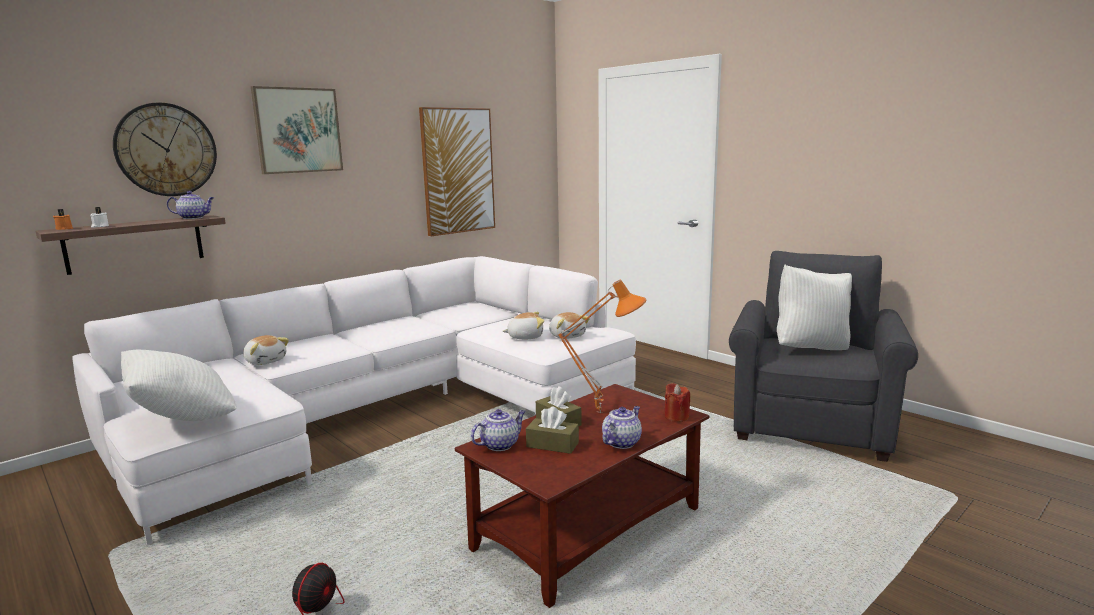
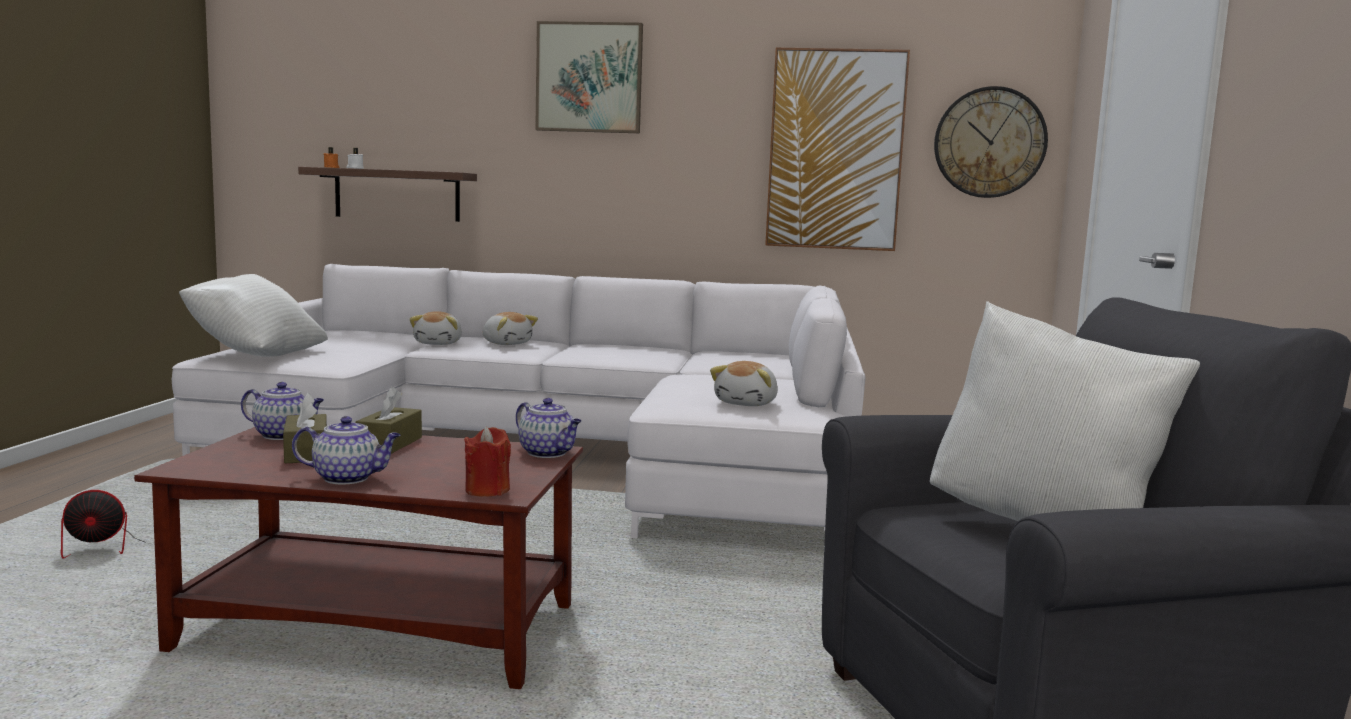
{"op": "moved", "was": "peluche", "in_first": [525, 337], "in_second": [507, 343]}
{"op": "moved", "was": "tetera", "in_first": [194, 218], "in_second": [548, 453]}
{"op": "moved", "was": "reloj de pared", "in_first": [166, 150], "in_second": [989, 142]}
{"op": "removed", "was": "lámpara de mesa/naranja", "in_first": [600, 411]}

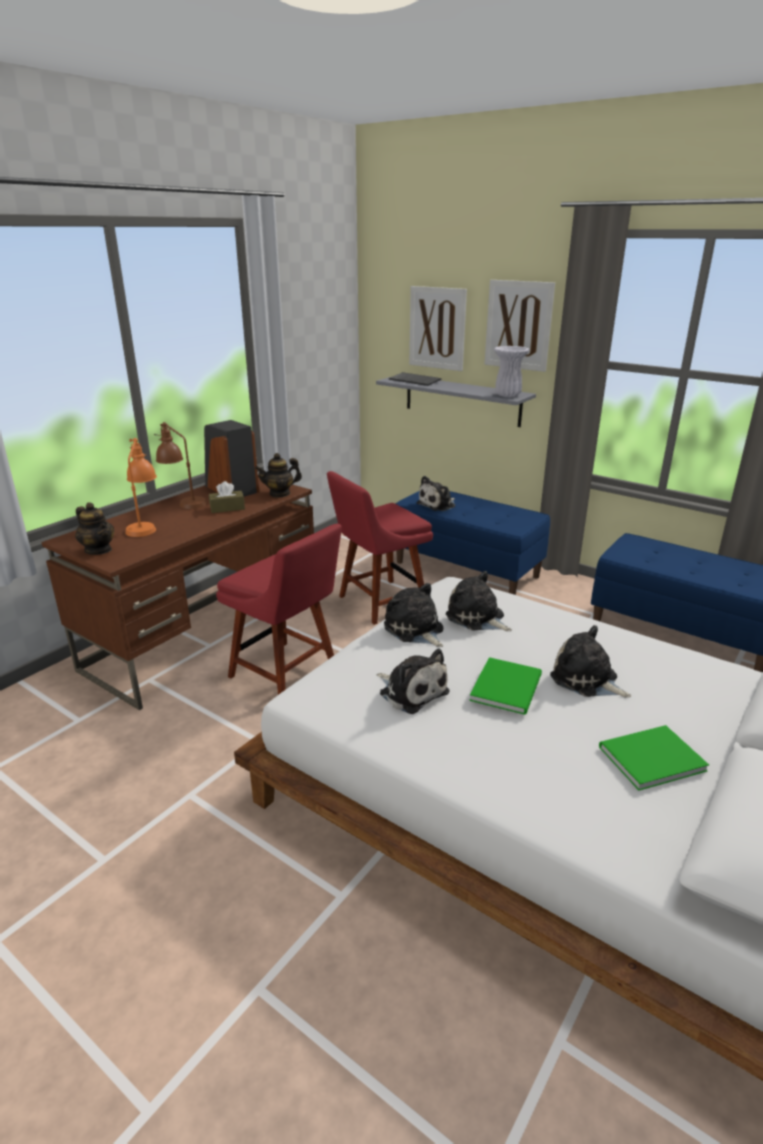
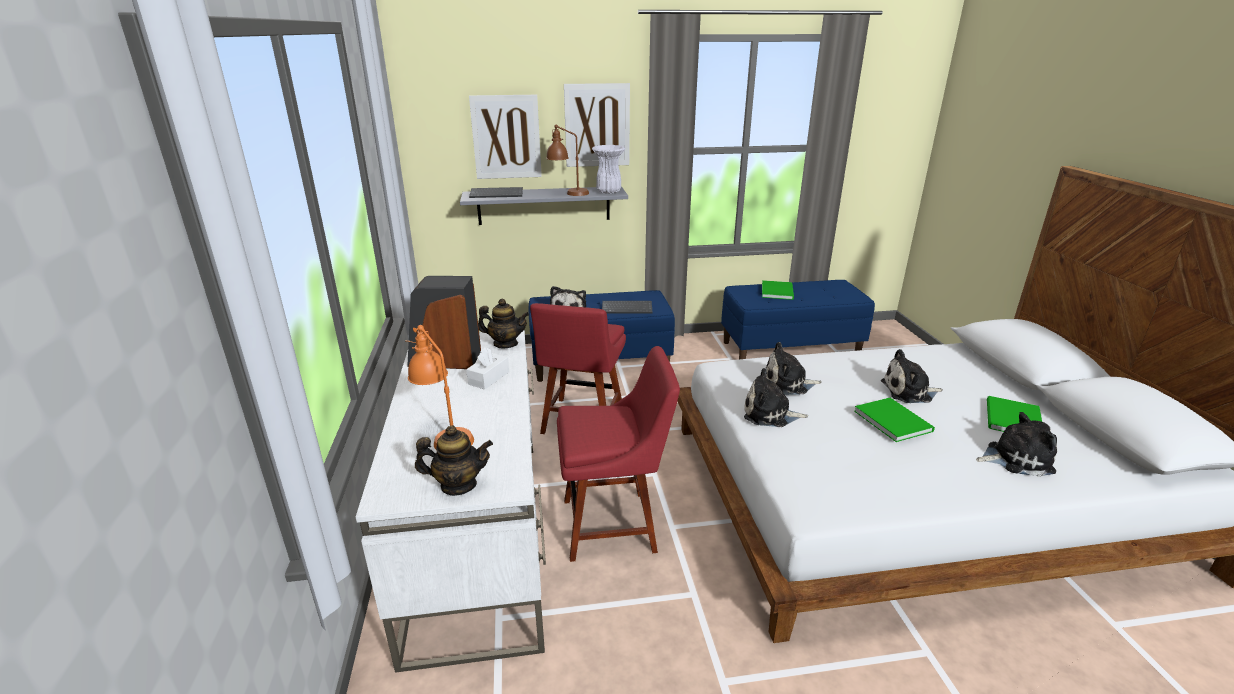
{"op": "recoloured", "was": "escritorio/marrón", "now": "escritorio/blanco", "in_first": [206, 635], "in_second": [478, 538]}
{"op": "recoloured", "was": "caja de pañuelos/marrón", "now": "caja de pañuelos/blanco", "in_first": [227, 508], "in_second": [489, 378]}
{"op": "turned", "was": "tetera", "in_first": [280, 493], "in_second": [505, 344], "clockwise": -105}
{"op": "moved", "was": "lámpara de mesa/marrón", "in_first": [183, 502], "in_second": [568, 194]}
{"op": "added", "now": "teclado", "in_second": [627, 308]}
{"op": "added", "now": "libro/verde", "in_second": [778, 291]}
{"op": "moved", "was": "peluche", "in_first": [411, 691], "in_second": [1015, 458]}

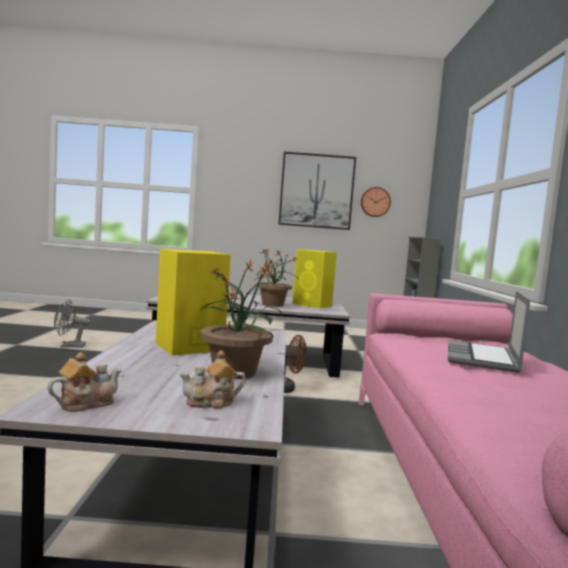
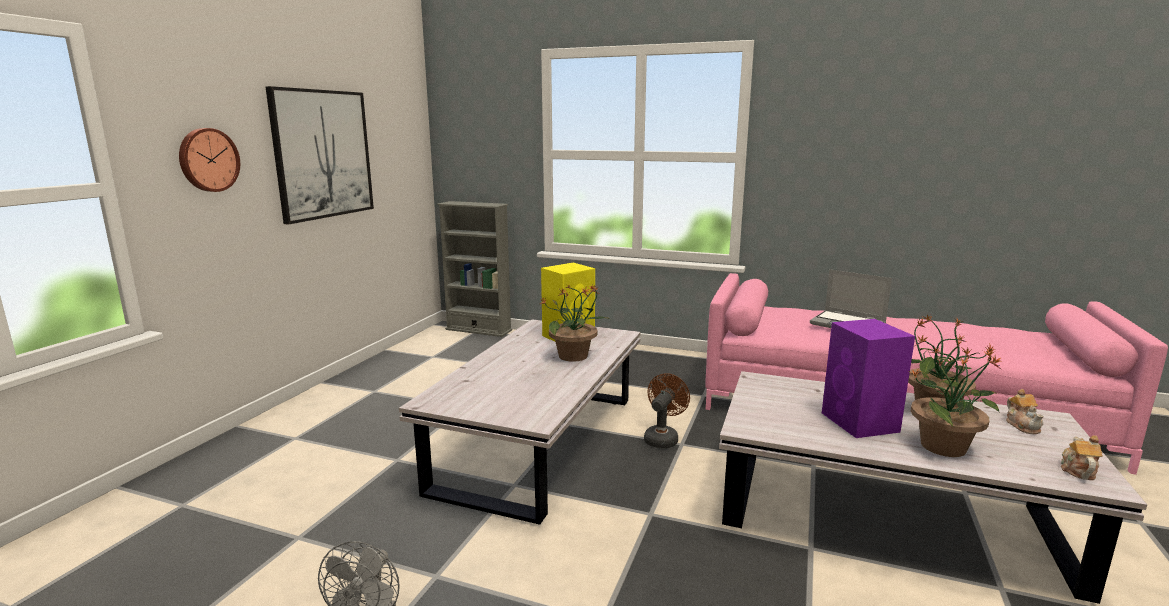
{"op": "moved", "was": "reloj de pared", "in_first": [375, 202], "in_second": [208, 160]}
{"op": "recoloured", "was": "altavoz/amarillo", "now": "altavoz/morado", "in_first": [187, 347], "in_second": [860, 423]}
{"op": "added", "now": "planta en maceta", "in_second": [944, 447]}
{"op": "turned", "was": "tetera", "in_first": [85, 404], "in_second": [1077, 470], "clockwise": 45}

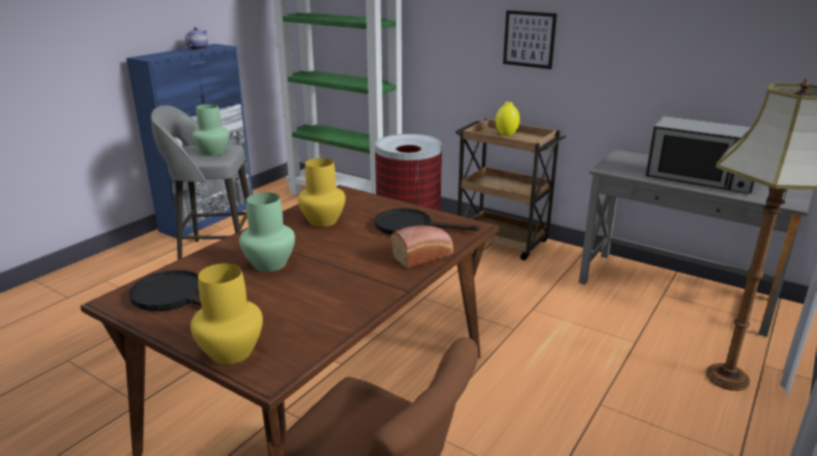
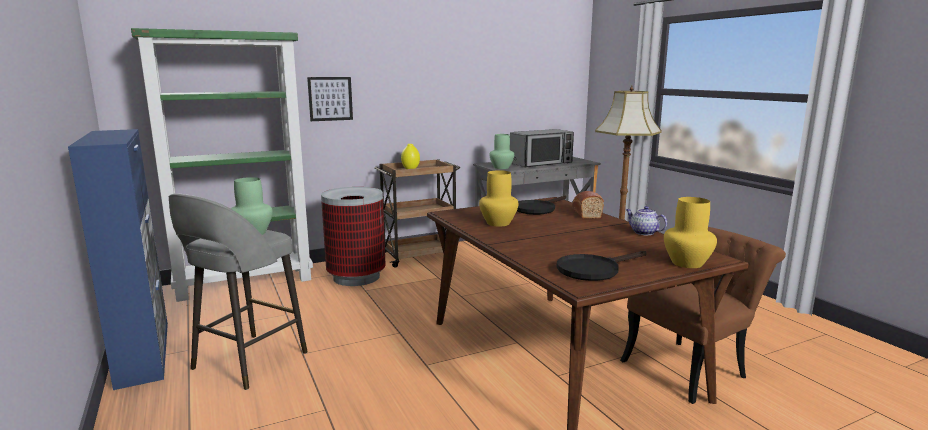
{"op": "moved", "was": "cuadro", "in_first": [529, 39], "in_second": [330, 98]}
{"op": "moved", "was": "florero/verde", "in_first": [270, 264], "in_second": [502, 167]}
{"op": "moved", "was": "tetera", "in_first": [198, 48], "in_second": [643, 232]}

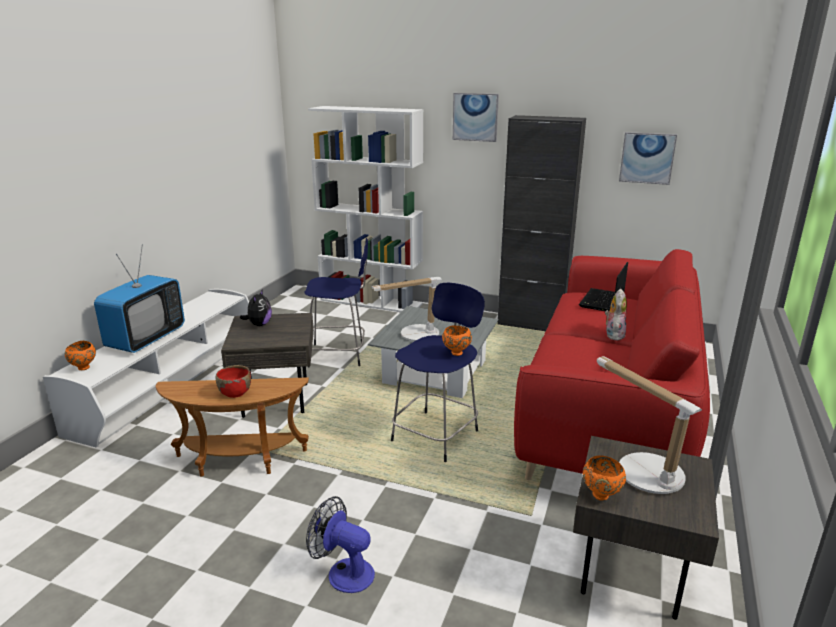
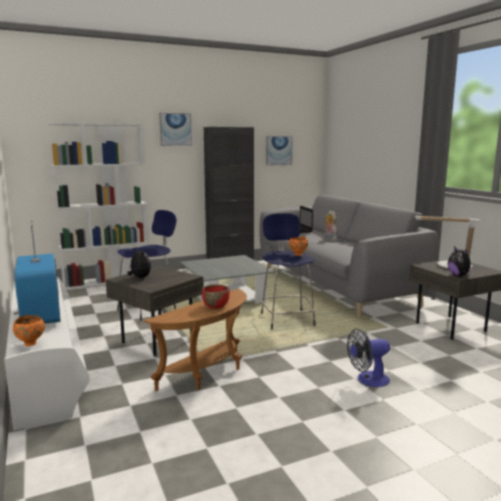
{"op": "recoloured", "was": "sofá/rojo", "now": "sofá/gris", "in_first": [609, 410], "in_second": [335, 285]}
{"op": "replaced", "was": "cuenco/naranja", "now": "peluche", "in_first": [601, 496], "in_second": [459, 275]}
{"op": "removed", "was": "lámpara de mesa", "in_first": [415, 335]}

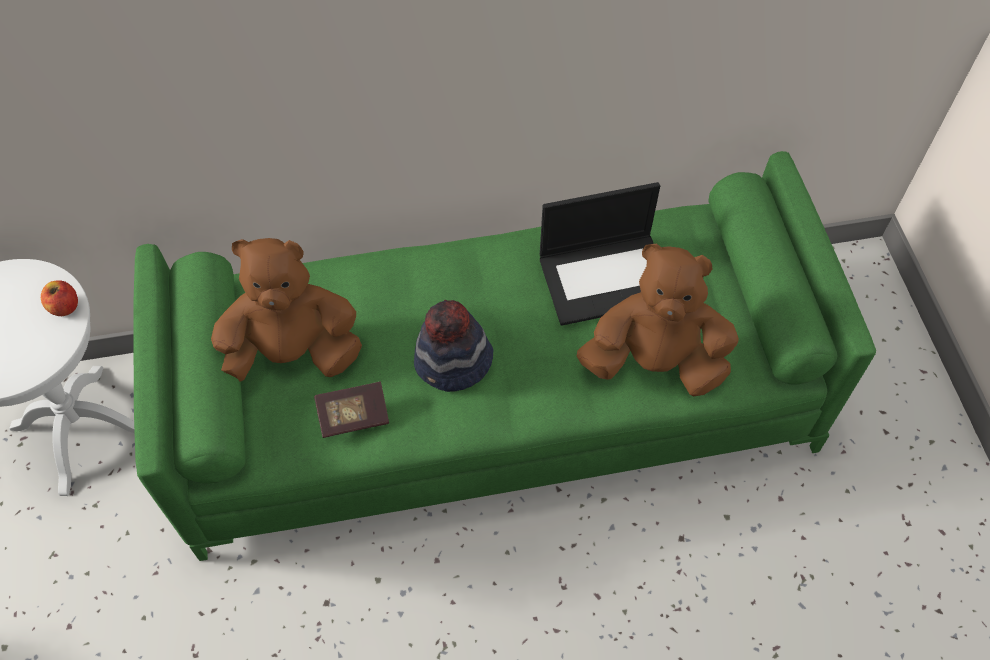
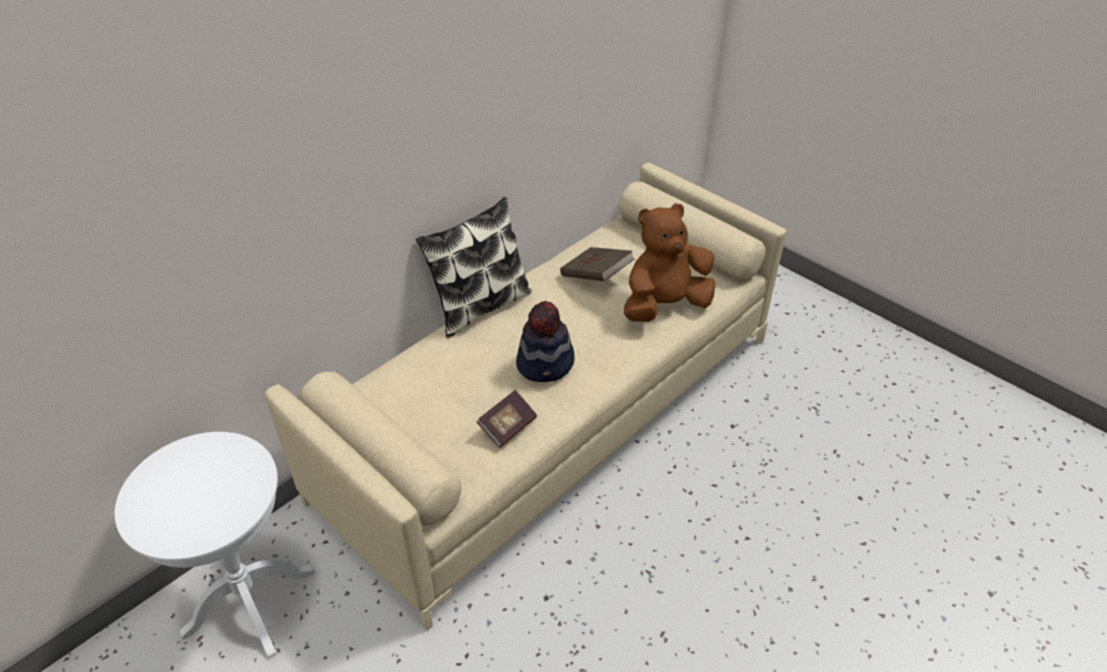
{"op": "recoloured", "was": "sofá/verde", "now": "sofá/beis", "in_first": [496, 402], "in_second": [553, 415]}
{"op": "added", "now": "cojín", "in_second": [480, 306]}
{"op": "replaced", "was": "portátil", "now": "libro/marrón", "in_first": [606, 277], "in_second": [596, 276]}
{"op": "removed", "was": "manzana", "in_first": [64, 307]}
{"op": "removed", "was": "peluche/marrón", "in_first": [291, 353]}

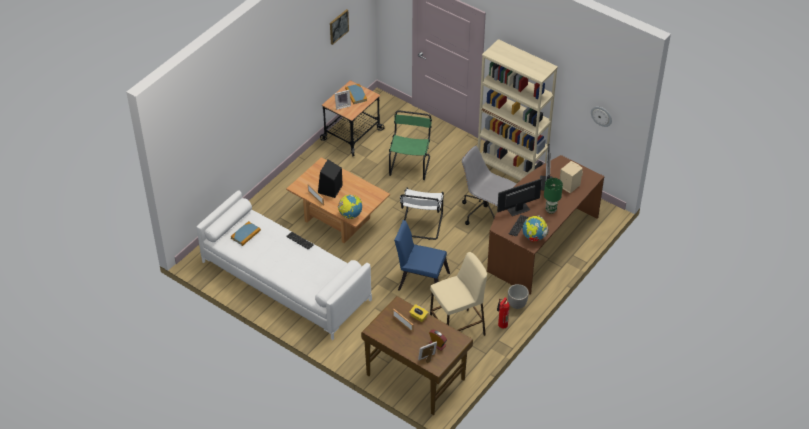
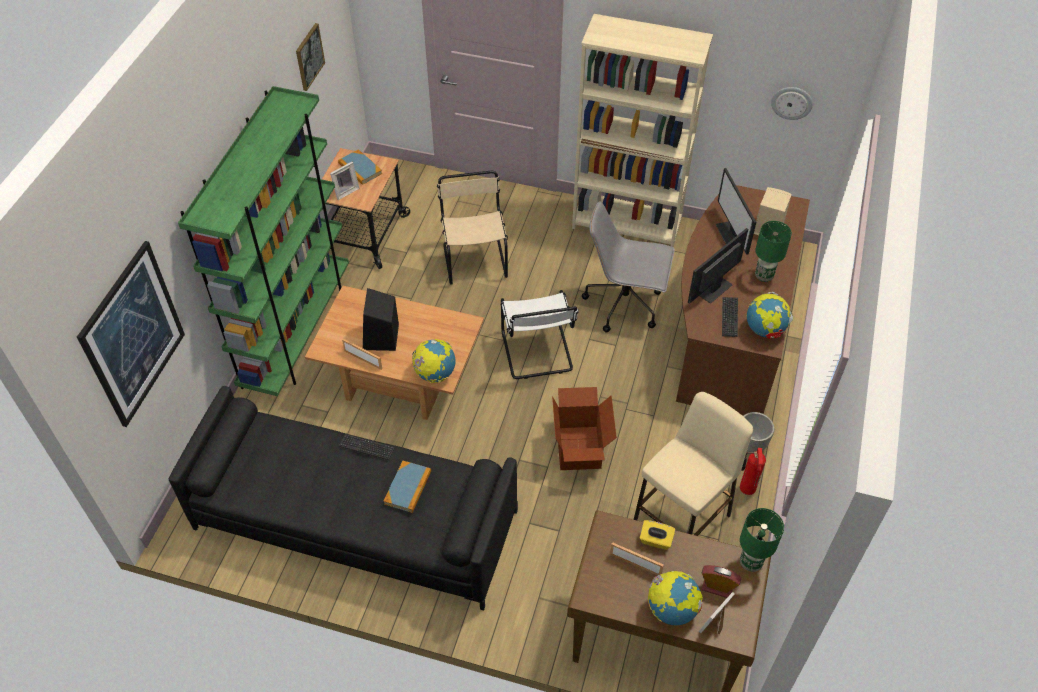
{"op": "added", "now": "cuadro", "in_second": [133, 335]}
{"op": "recoloured", "was": "sofá/blanco", "now": "sofá/negro", "in_first": [285, 281], "in_second": [354, 520]}
{"op": "added", "now": "estantería/verde", "in_second": [297, 332]}
{"op": "moved", "was": "libro", "in_first": [245, 234], "in_second": [408, 488]}
{"op": "recoloured", "was": "silla/verde", "now": "silla/beis", "in_first": [410, 164], "in_second": [474, 258]}
{"op": "replaced", "was": "silla/azul", "now": "caja de cartón", "in_first": [420, 280], "in_second": [580, 448]}
{"op": "added", "now": "globo terráqueo", "in_second": [672, 609]}
{"op": "added", "now": "lámpara de mesa/verde", "in_second": [751, 563]}

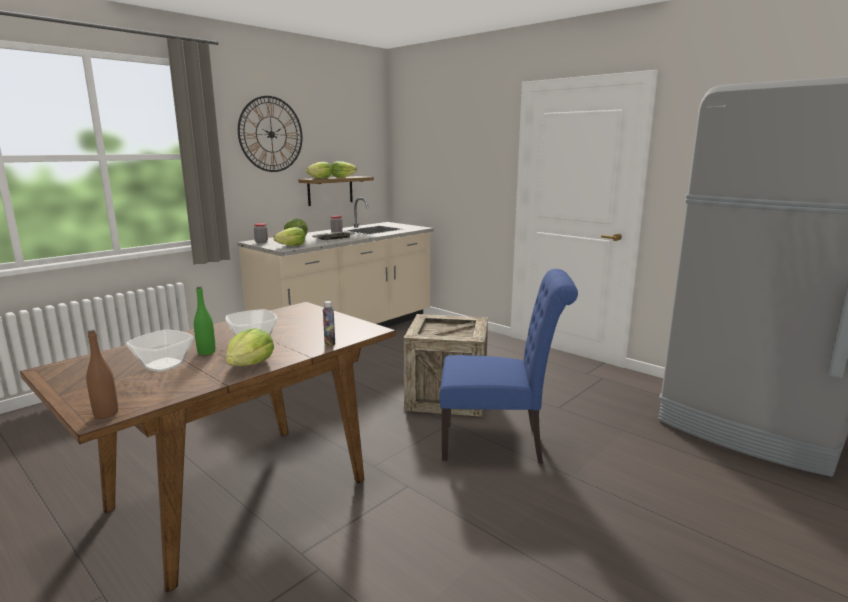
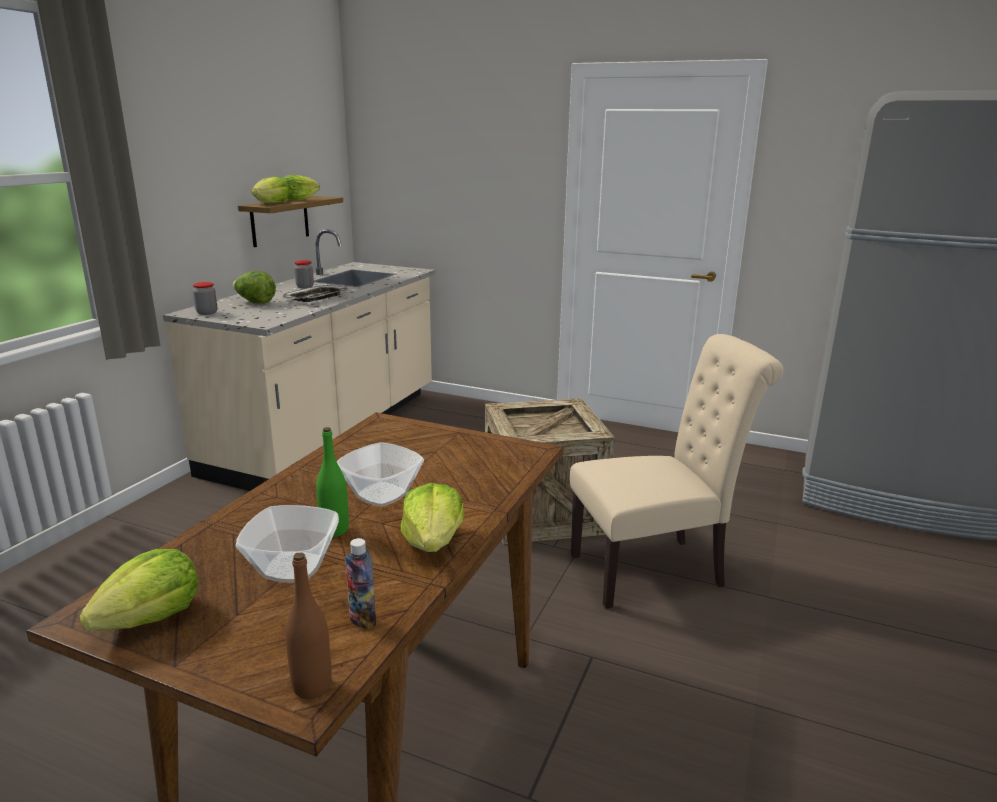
{"op": "moved", "was": "lechuga", "in_first": [291, 246], "in_second": [151, 618]}
{"op": "moved", "was": "botella", "in_first": [329, 343], "in_second": [362, 619]}
{"op": "recoloured", "was": "silla/azul", "now": "silla/beis", "in_first": [499, 443], "in_second": [655, 569]}
{"op": "removed", "was": "reloj de pared", "in_first": [271, 134]}

